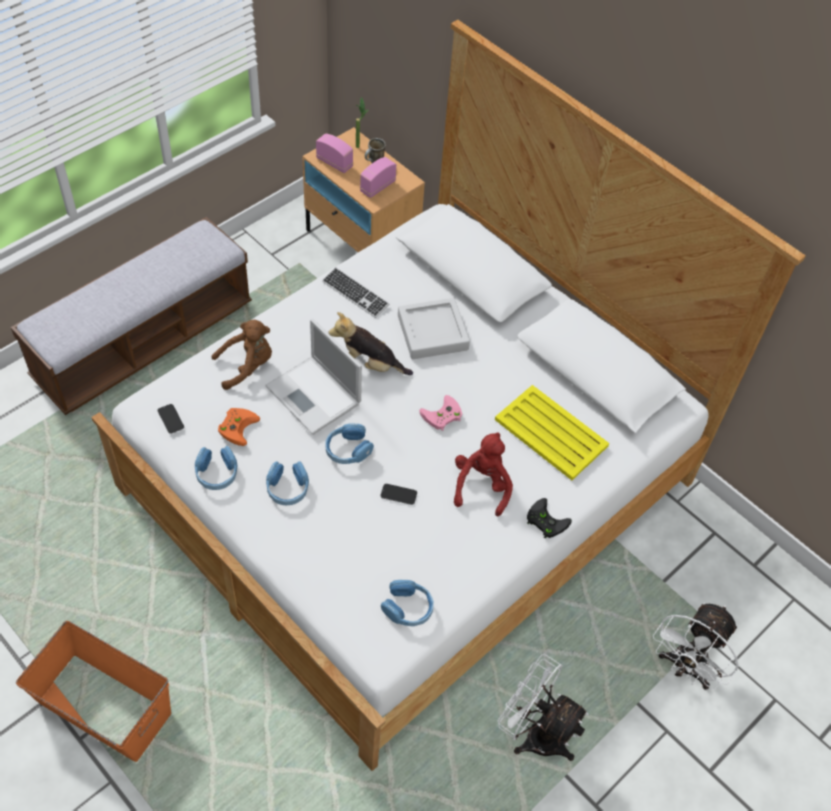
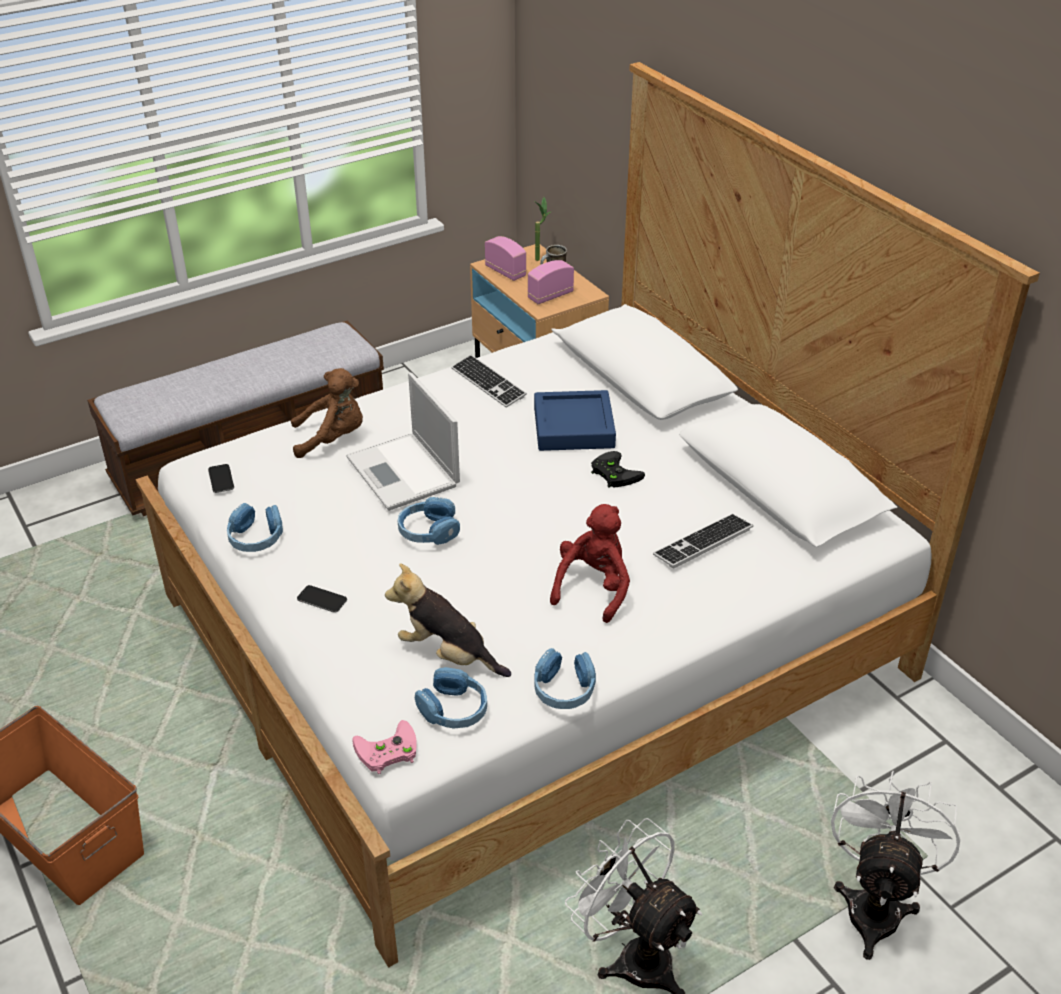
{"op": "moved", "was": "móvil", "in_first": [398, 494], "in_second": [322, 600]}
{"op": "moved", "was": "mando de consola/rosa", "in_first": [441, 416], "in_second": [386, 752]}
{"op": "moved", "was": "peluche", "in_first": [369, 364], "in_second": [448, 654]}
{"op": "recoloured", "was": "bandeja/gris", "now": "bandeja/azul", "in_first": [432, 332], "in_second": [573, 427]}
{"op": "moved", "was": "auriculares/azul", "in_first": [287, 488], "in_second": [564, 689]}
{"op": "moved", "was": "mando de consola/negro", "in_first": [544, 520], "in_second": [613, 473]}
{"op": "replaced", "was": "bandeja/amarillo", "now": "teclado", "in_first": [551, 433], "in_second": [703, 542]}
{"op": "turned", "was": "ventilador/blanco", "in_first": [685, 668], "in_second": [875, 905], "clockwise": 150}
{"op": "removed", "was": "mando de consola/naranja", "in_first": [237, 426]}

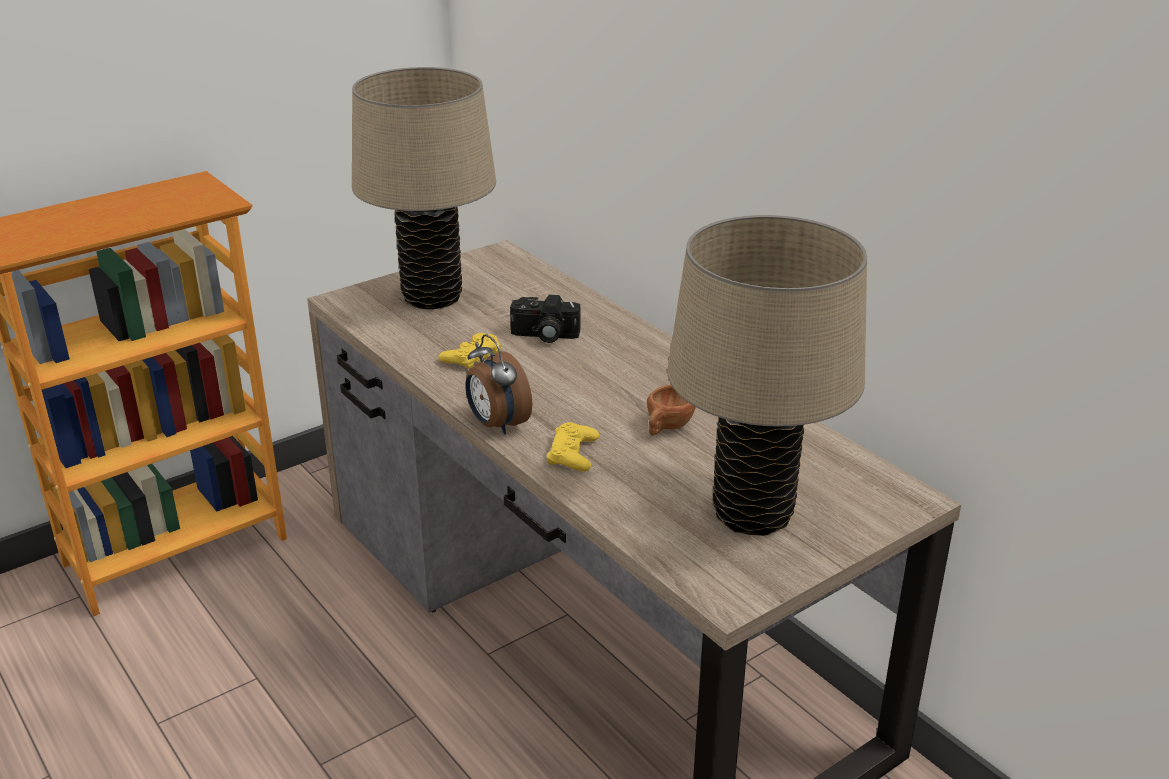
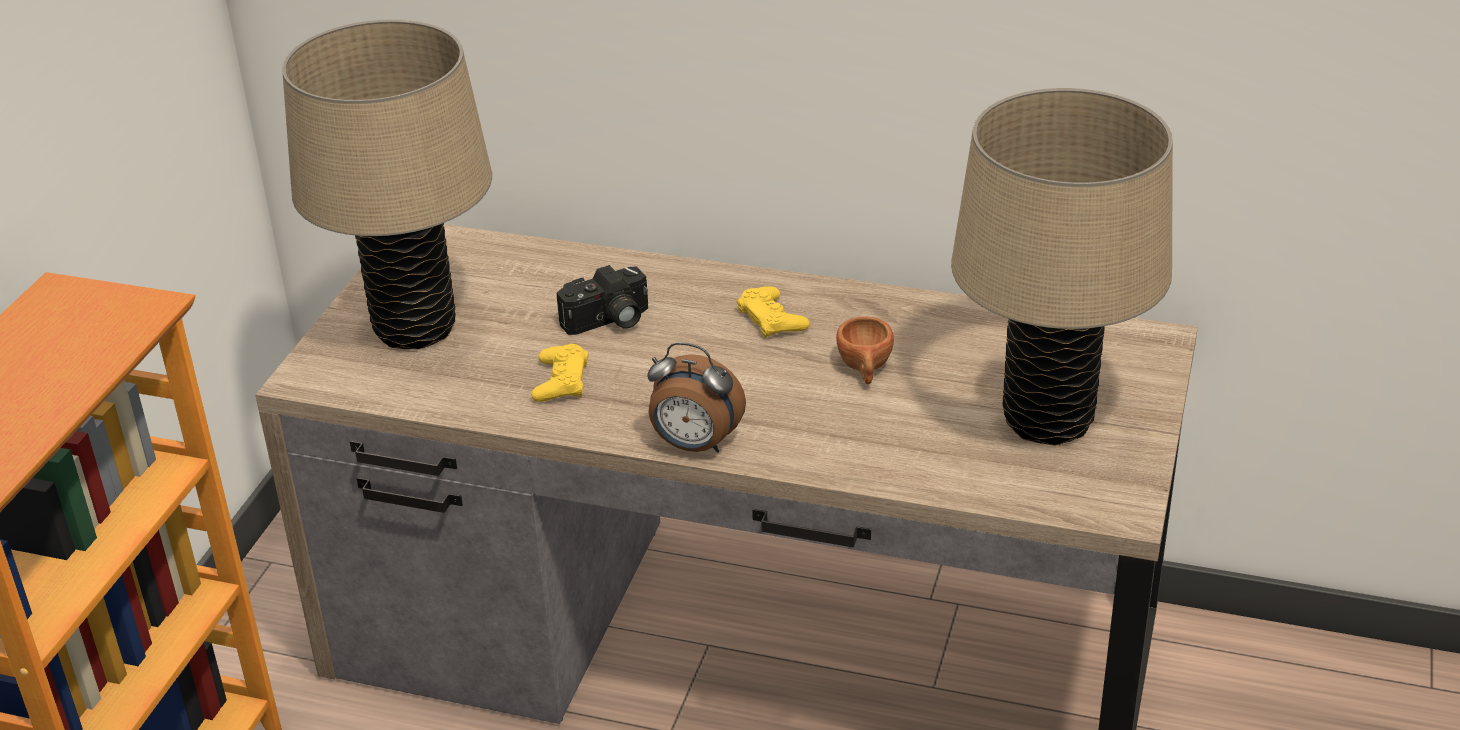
{"op": "moved", "was": "mando de consola/amarillo", "in_first": [573, 453], "in_second": [772, 319]}

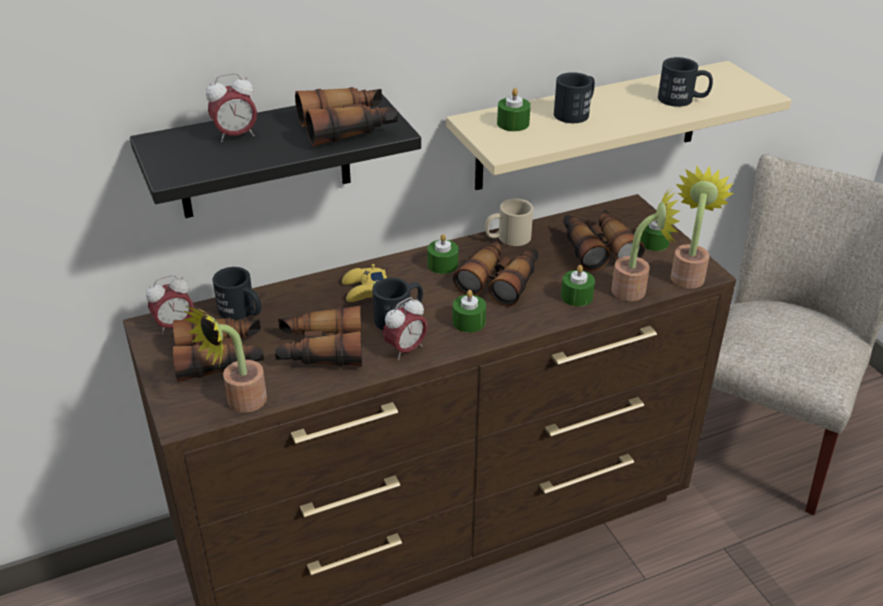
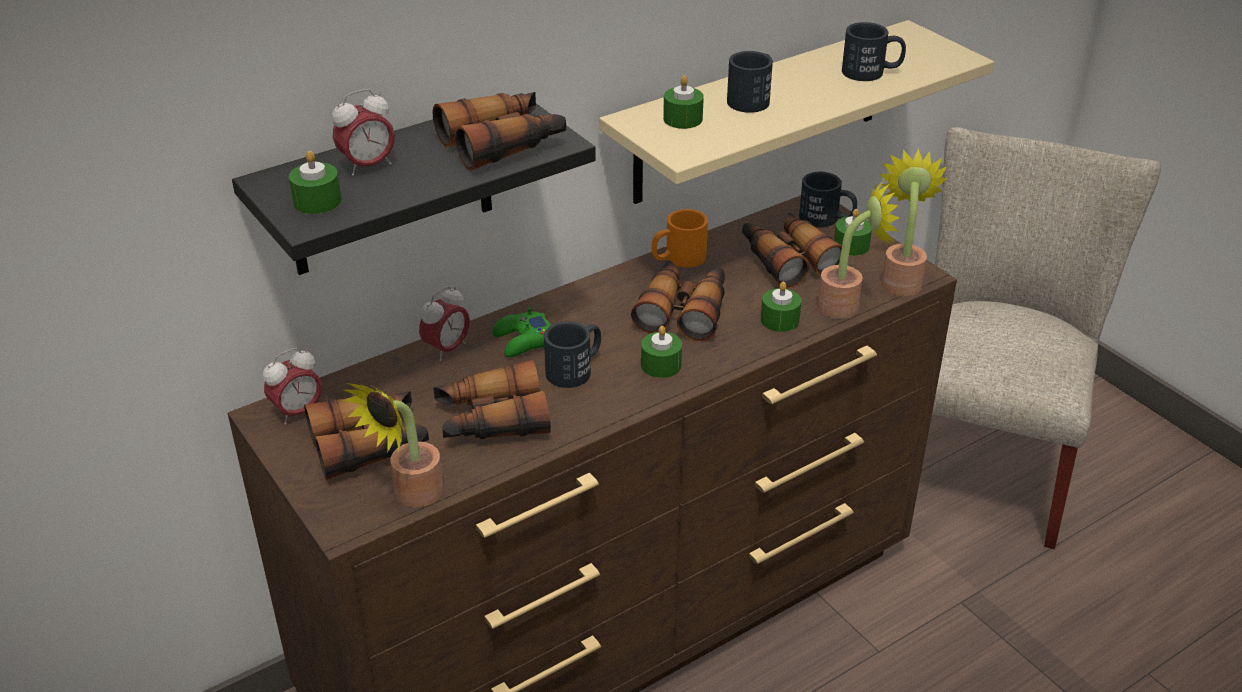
{"op": "moved", "was": "vela/verde", "in_first": [442, 265], "in_second": [317, 201]}
{"op": "moved", "was": "despertador", "in_first": [405, 350], "in_second": [447, 349]}
{"op": "recoloured", "was": "mando de consola/amarillo", "now": "mando de consola/verde", "in_first": [365, 290], "in_second": [523, 340]}
{"op": "recoloured", "was": "taza grande/beis", "now": "taza grande/naranja", "in_first": [507, 238], "in_second": [678, 259]}
{"op": "moved", "was": "taza grande/negro", "in_first": [242, 312], "in_second": [826, 219]}

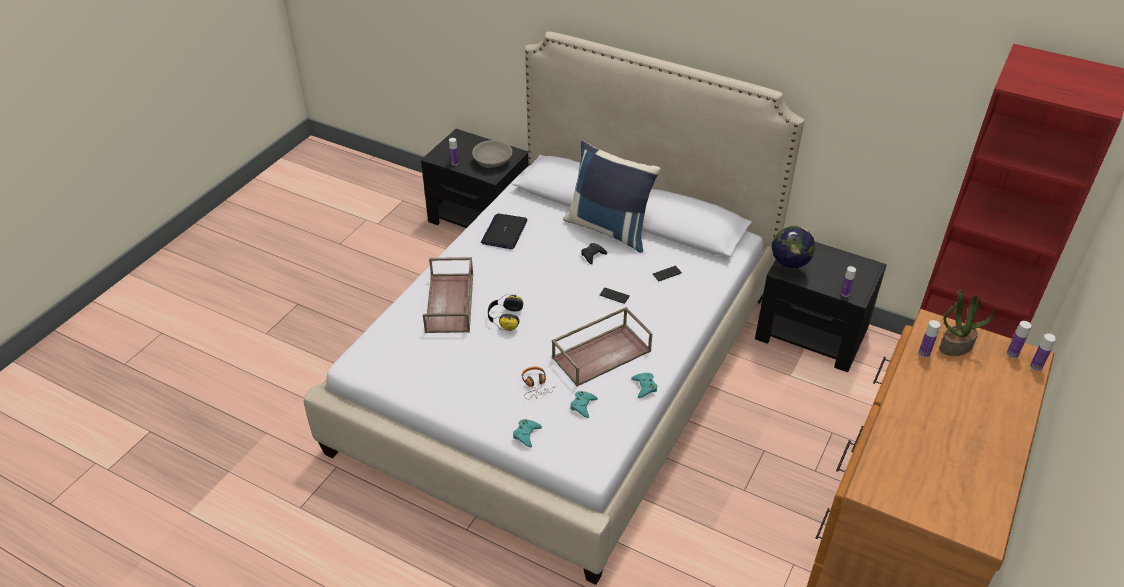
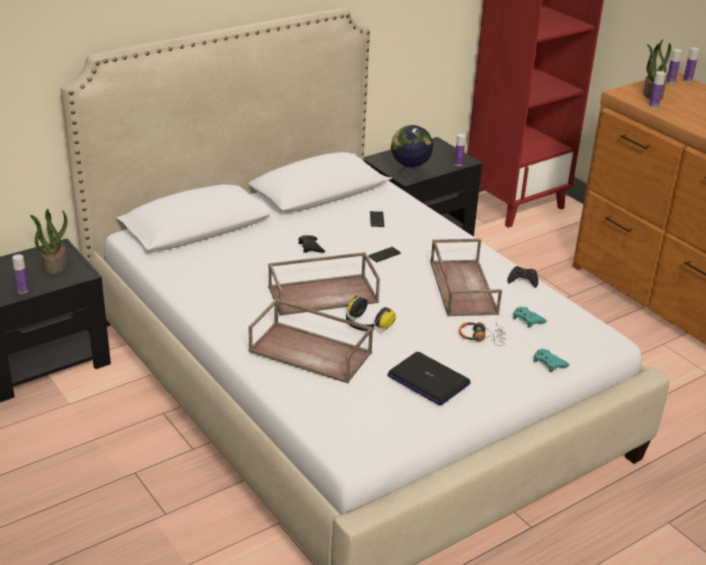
{"op": "replaced", "was": "cuenco/gris", "now": "planta en maceta", "in_first": [492, 161], "in_second": [55, 265]}
{"op": "added", "now": "bandeja/marrón", "in_second": [324, 294]}
{"op": "moved", "was": "portátil", "in_first": [504, 232], "in_second": [428, 380]}
{"op": "recoloured", "was": "mando de consola/turquesa", "now": "mando de consola/negro", "in_first": [644, 387], "in_second": [523, 280]}
{"op": "removed", "was": "cojín/azul", "in_first": [609, 228]}

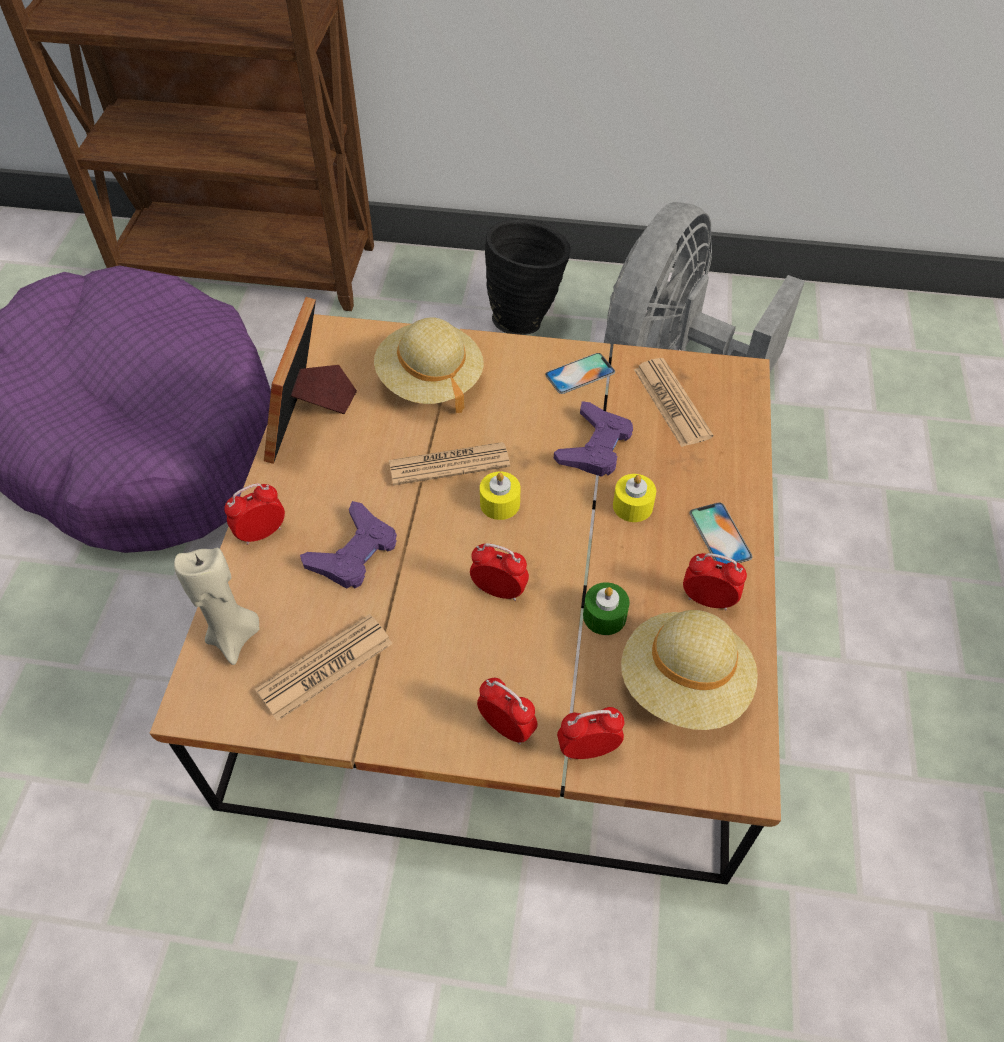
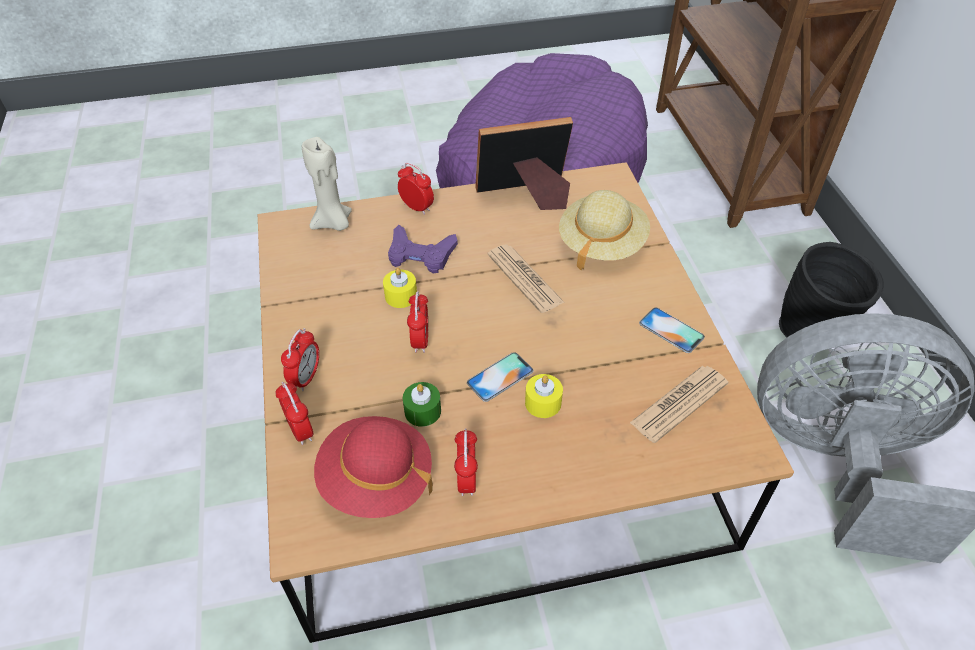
{"op": "recoloured", "was": "sombrero/beis", "now": "sombrero/rojo", "in_first": [684, 684], "in_second": [376, 480]}
{"op": "moved", "was": "vela/amarillo", "in_first": [500, 503], "in_second": [401, 296]}
{"op": "moved", "was": "móvil", "in_first": [720, 535], "in_second": [500, 377]}
{"op": "removed", "was": "periódico", "in_first": [325, 667]}
{"op": "removed", "was": "mando de consola/morado", "in_first": [595, 446]}

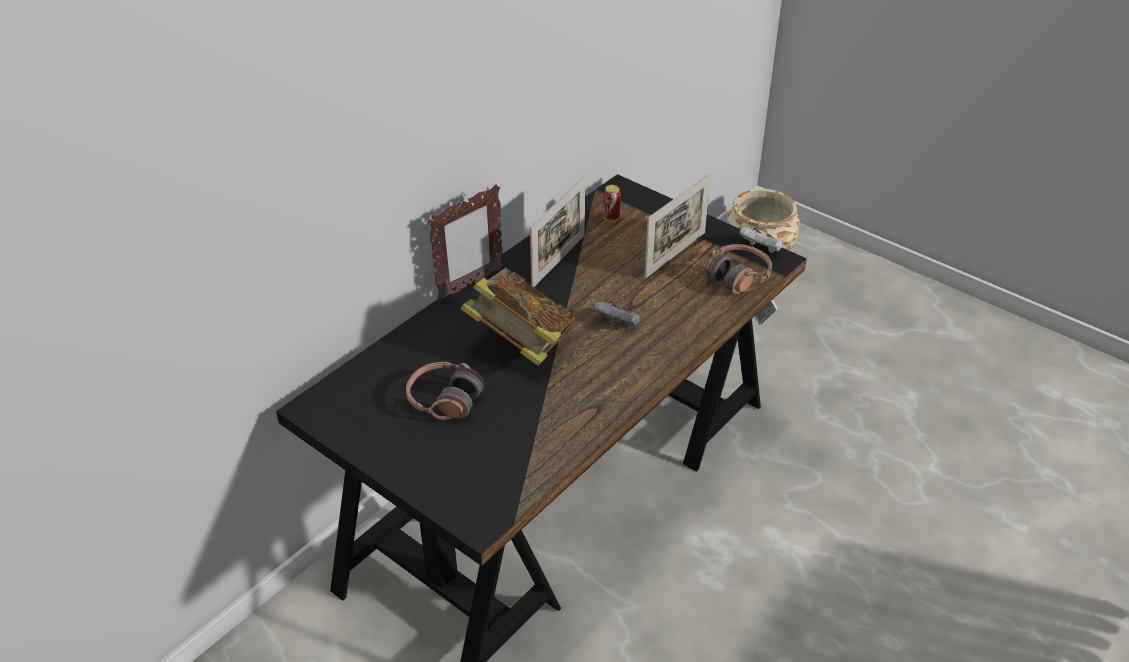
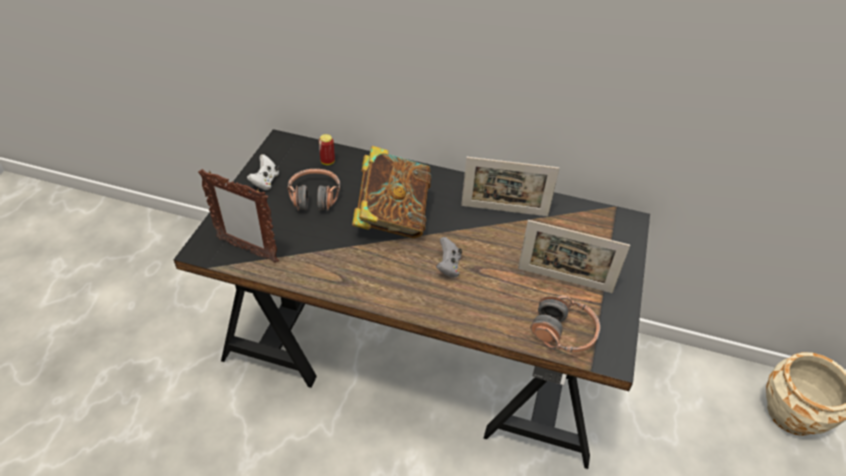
{"op": "moved", "was": "portarretratos", "in_first": [469, 284], "in_second": [247, 250]}
{"op": "moved", "was": "mando de consola/blanco", "in_first": [761, 249], "in_second": [265, 181]}
{"op": "moved", "was": "lata", "in_first": [611, 218], "in_second": [327, 162]}

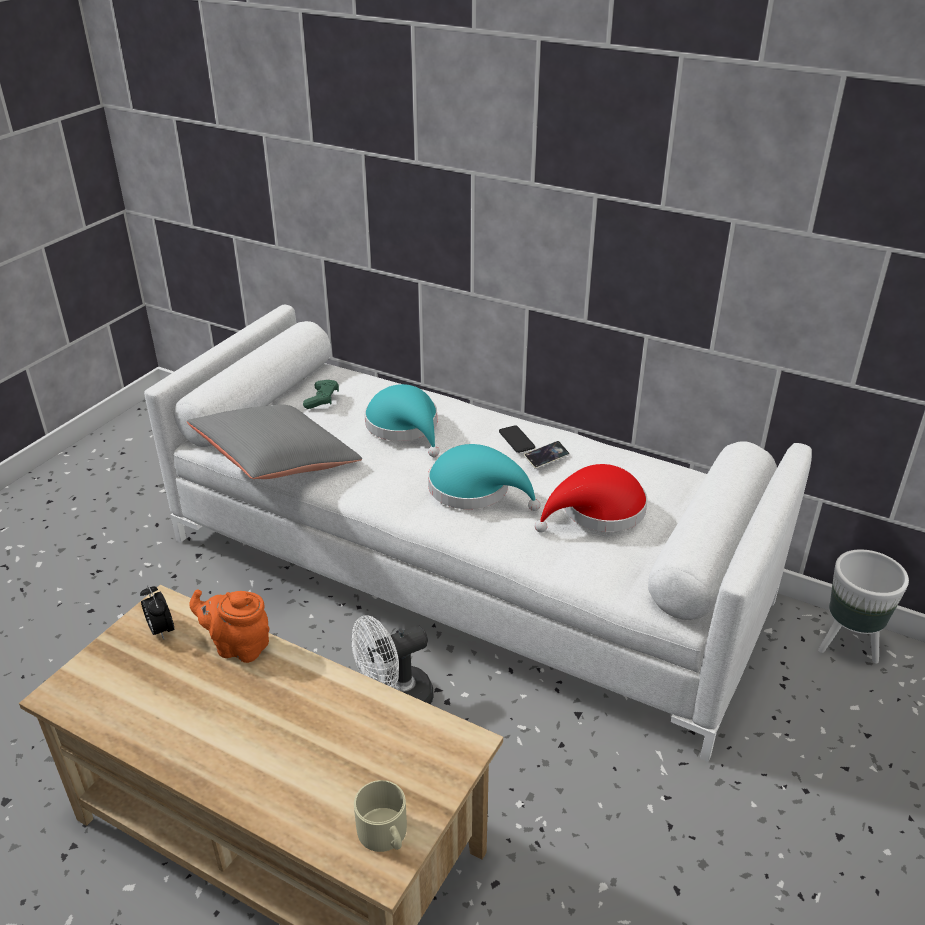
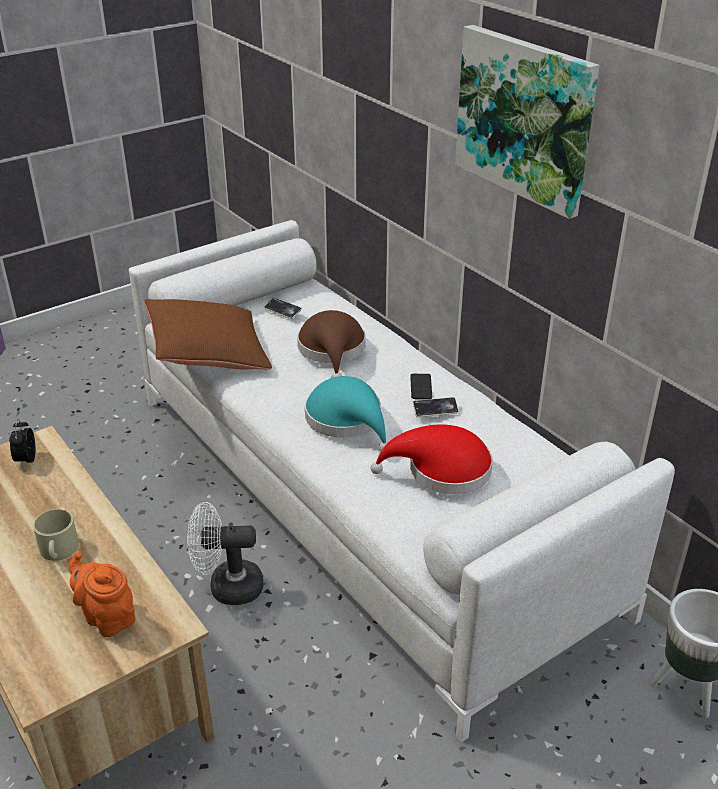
{"op": "moved", "was": "taza grande/beis", "in_first": [385, 834], "in_second": [58, 551]}
{"op": "moved", "was": "tetera/naranja", "in_first": [238, 646], "in_second": [107, 617]}
{"op": "recoloured", "was": "cojín/gris", "now": "cojín/marrón", "in_first": [277, 461], "in_second": [208, 353]}
{"op": "replaced", "was": "mando de consola/verde", "now": "móvil", "in_first": [322, 399], "in_second": [282, 310]}
{"op": "recoloured", "was": "sombrero/turquesa", "now": "sombrero/marrón", "in_first": [405, 427], "in_second": [332, 351]}
{"op": "added", "now": "cuadro", "in_second": [525, 118]}

